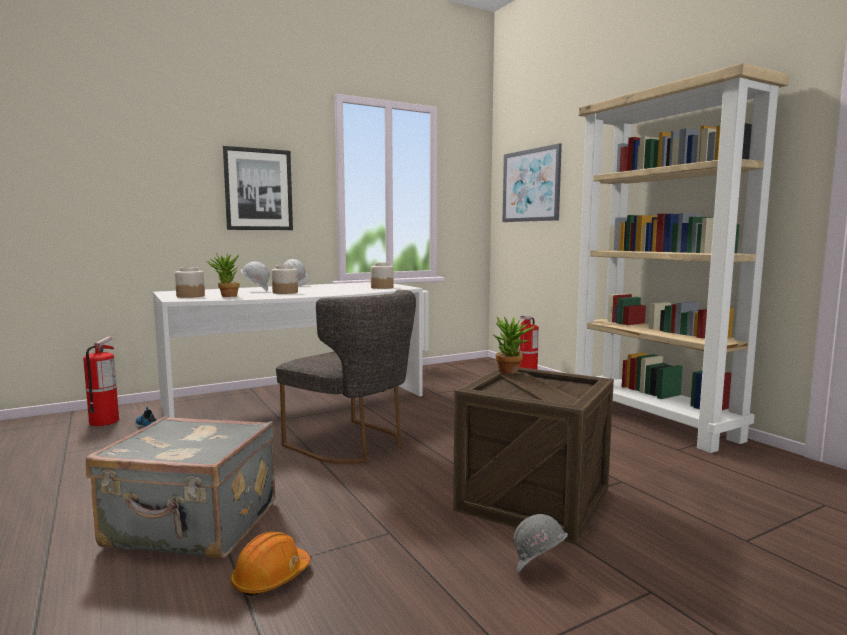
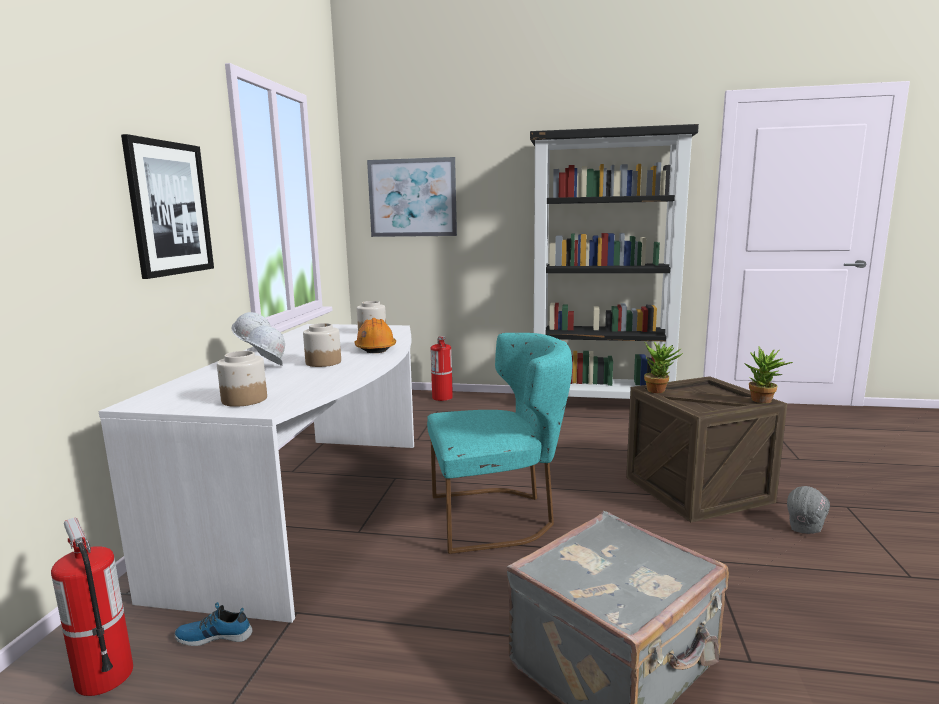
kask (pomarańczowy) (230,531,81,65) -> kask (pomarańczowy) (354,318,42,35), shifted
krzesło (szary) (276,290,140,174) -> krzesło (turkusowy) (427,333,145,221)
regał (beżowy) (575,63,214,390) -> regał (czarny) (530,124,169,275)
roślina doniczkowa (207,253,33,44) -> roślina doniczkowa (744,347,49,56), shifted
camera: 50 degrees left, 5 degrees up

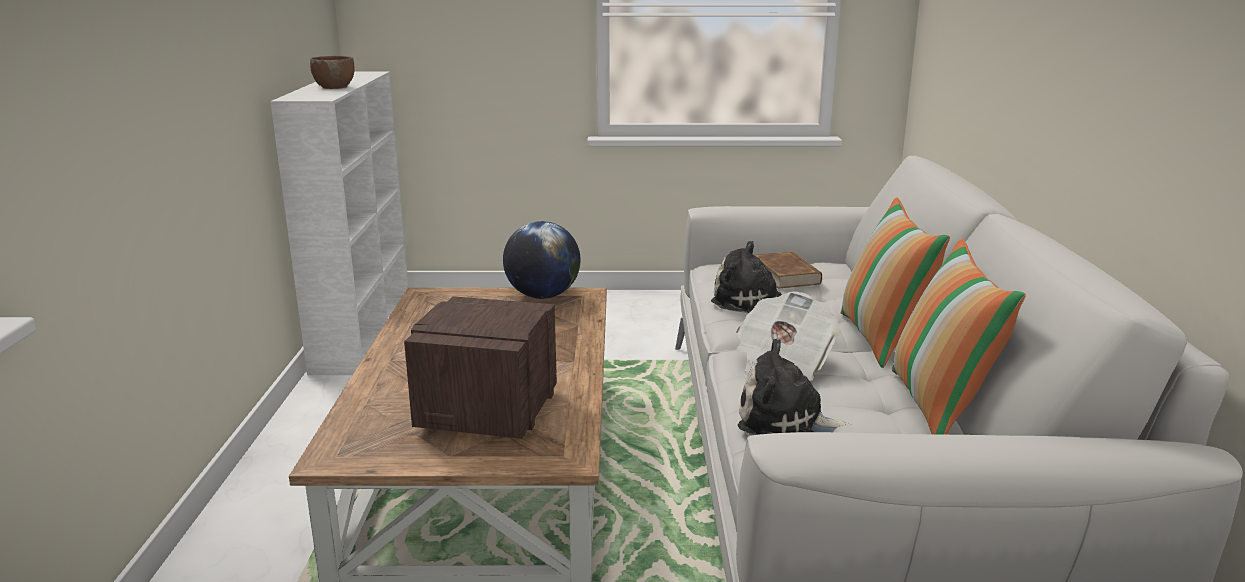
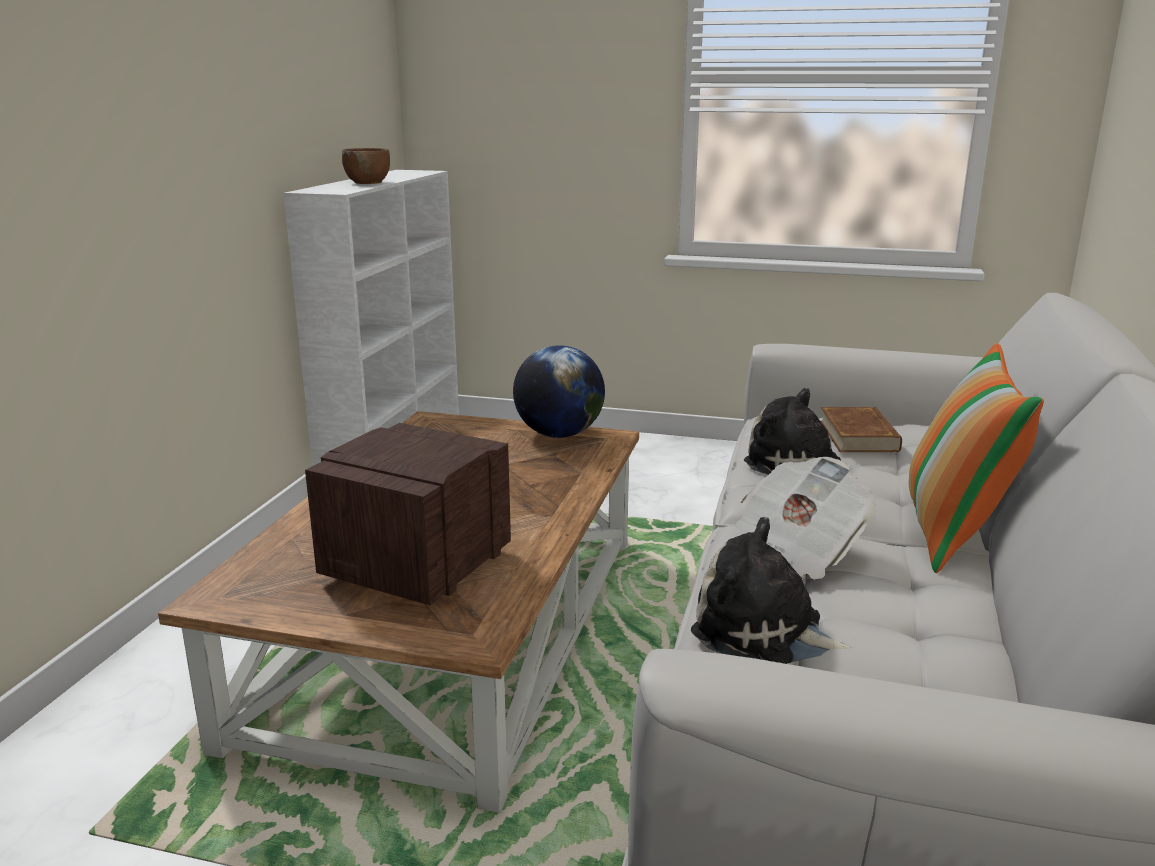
poduszka (892,238,134,197) -> none
camera: 15 degrees right, 0 degrees up

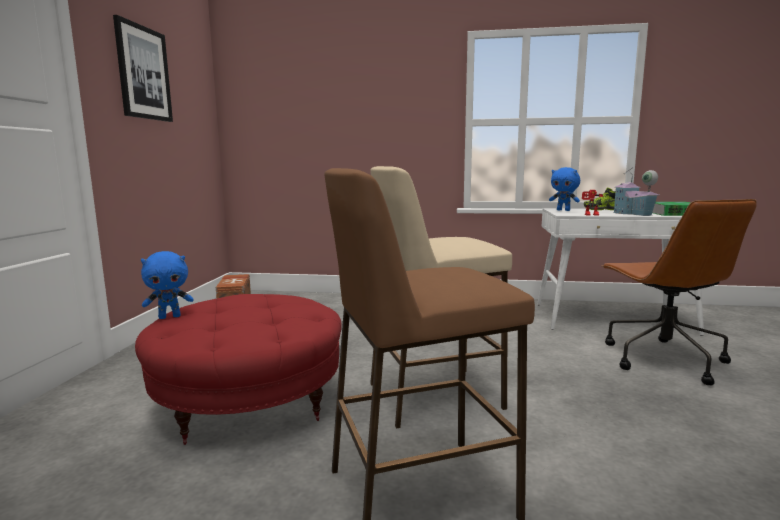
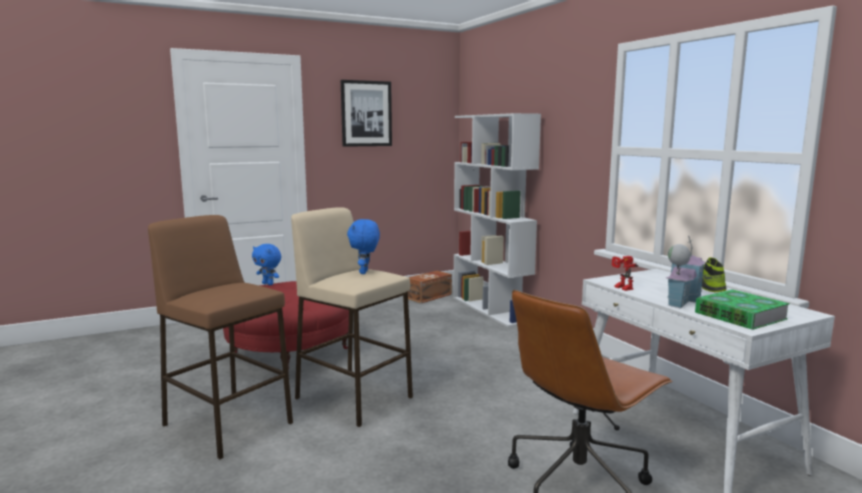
pluszak (niebieski) (549,167,31,44) -> pluszak (niebieski) (347,219,33,55), shifted
none -> regał (biały) (453,113,88,214)
camera: 55 degrees right, 0 degrees up

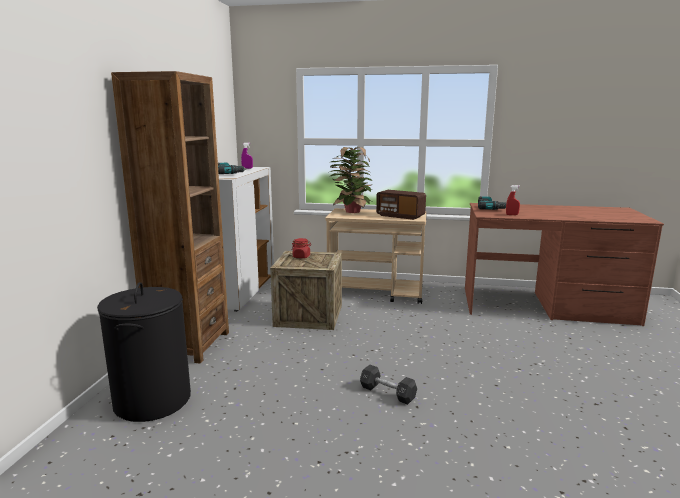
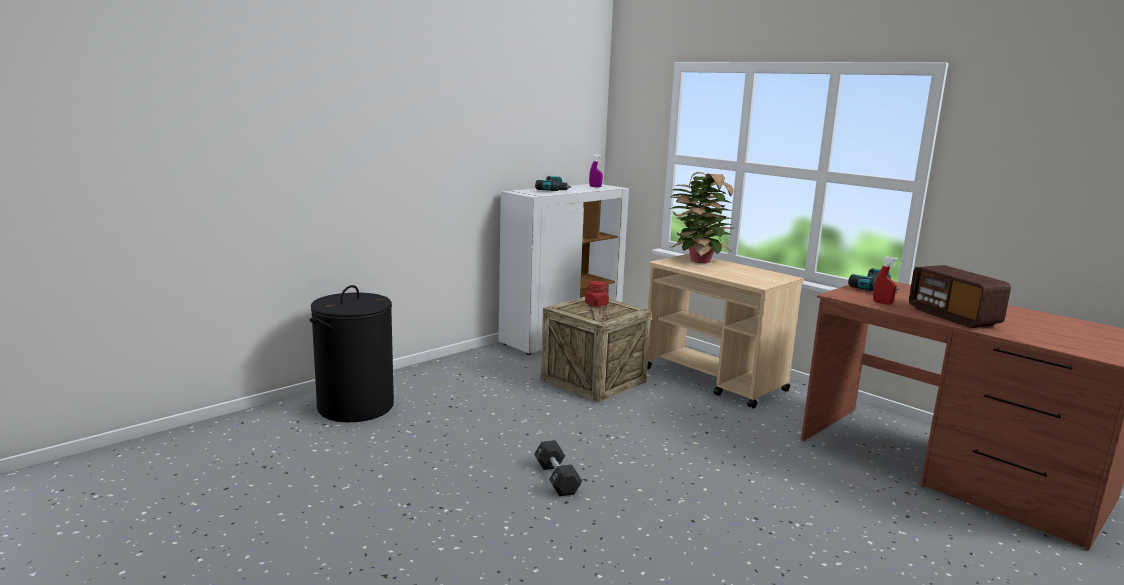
radio (376,190,50,30) -> radio (909,265,102,63), shifted
regał (brązowy) (111,71,118,293) -> none
camera: 35 degrees right, 0 degrees up

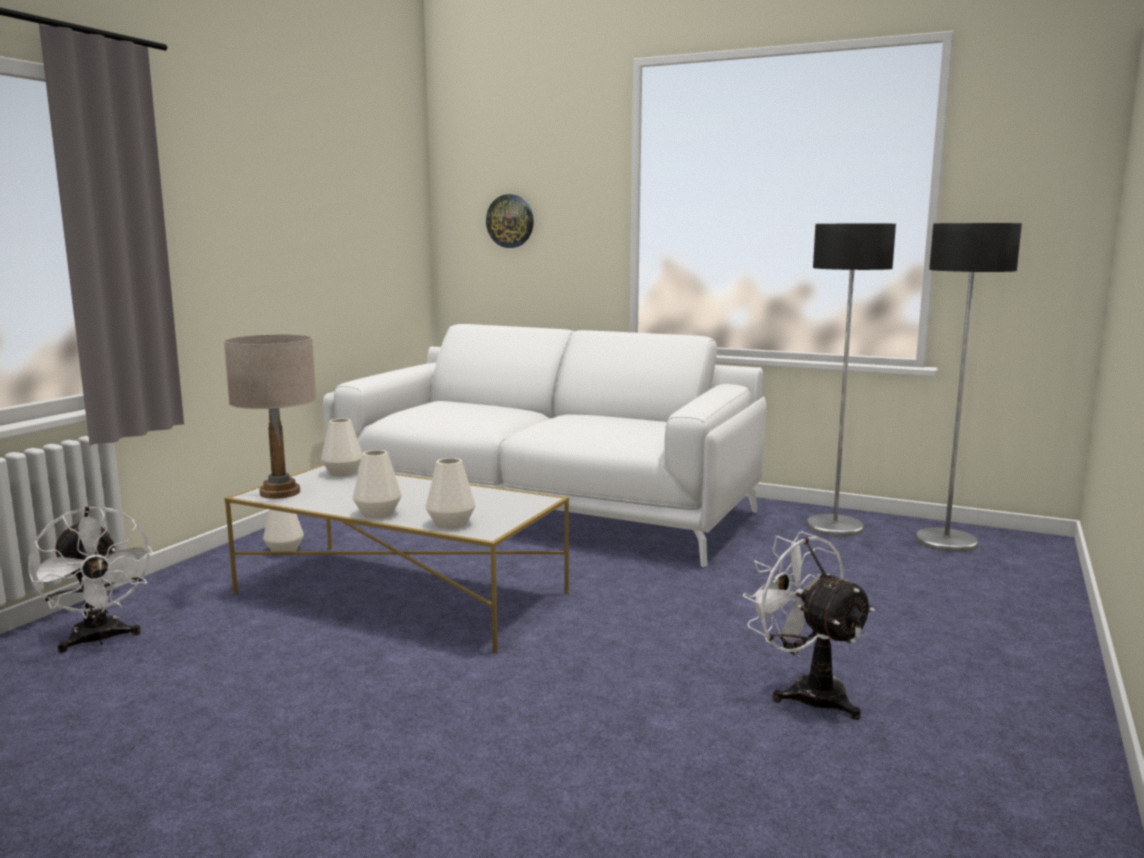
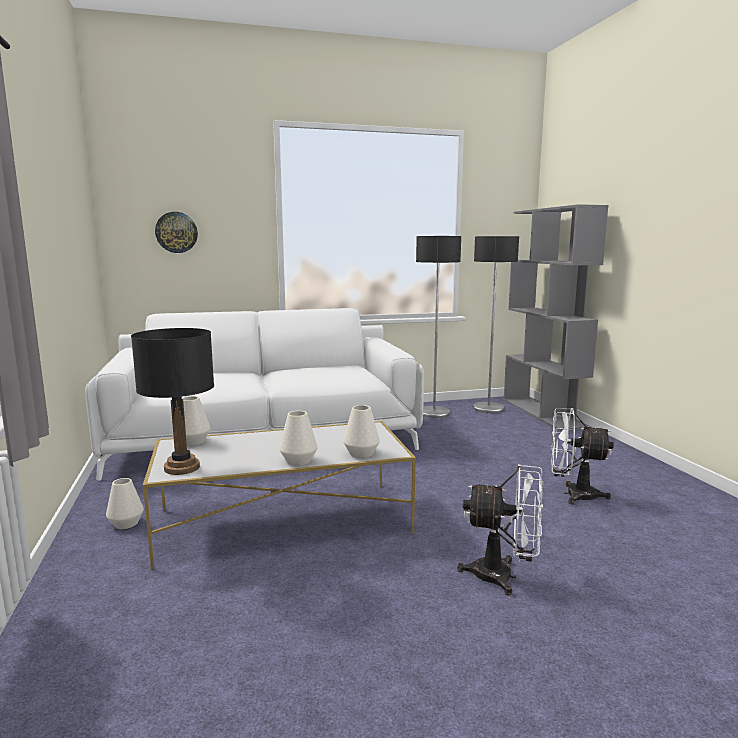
lampa stołowa (beżowy) (224,334,92,165) -> lampa stołowa (czarny) (131,328,83,147)
wentylator (biały) (28,506,125,147) -> wentylator (biały) (457,464,86,131), shifted
none -> regał (szary) (504,204,104,227)
camera: 40 degrees left, 0 degrees up

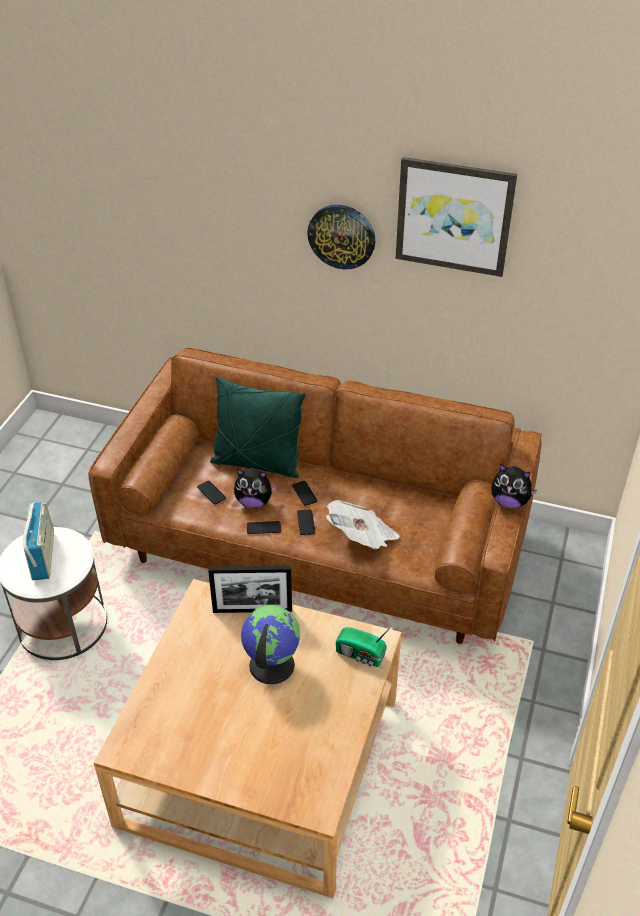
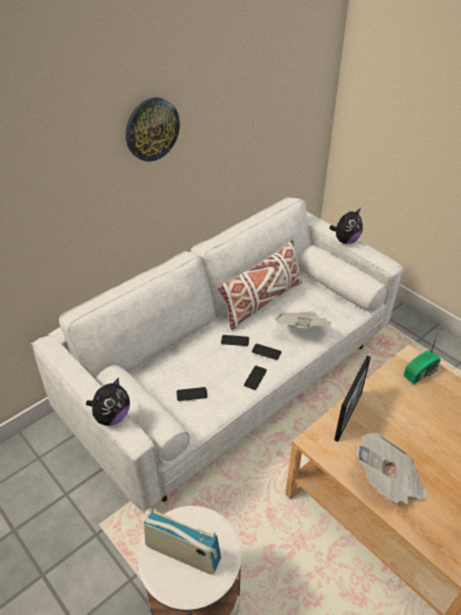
kanapa (brązowy) (88,347,454,297) -> kanapa (biały) (31,197,372,317)
pluszak (234,469,43,39) -> pluszak (86,377,44,49), shifted
none -> poduszka (biały) (217,240,85,90)
none -> gazeta (355,433,73,71)
poduszka (zielony) (210,377,96,101) -> none
globus (241,605,59,79) -> none
obraz (396,157,121,120) -> none
camera: 60 degrees left, 0 degrees up

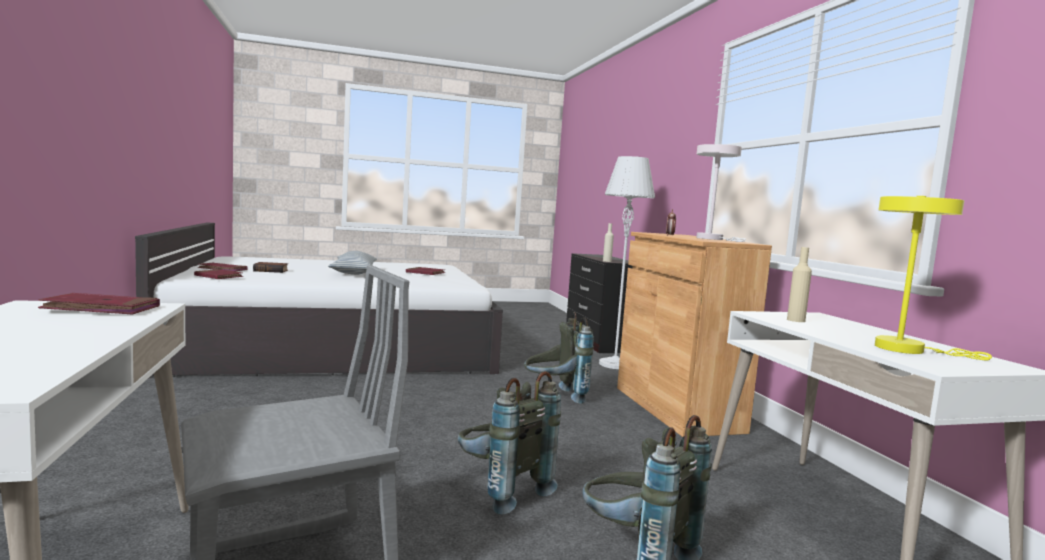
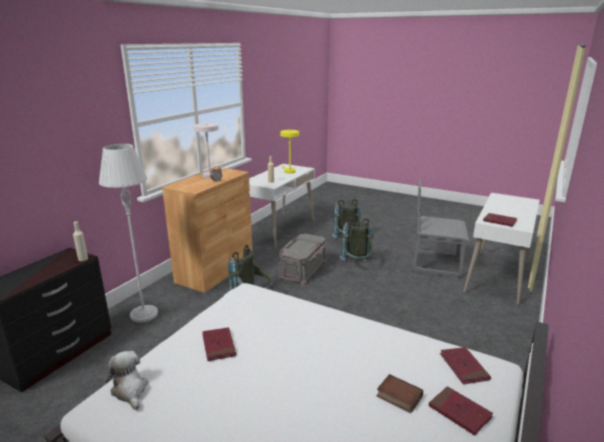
none -> pluszak (105,351,43,59)
none -> pojemnik do przechowywania (szary) (278,234,49,52)
poduszka (328,251,49,24) -> none
camera: 135 degrees left, 15 degrees up

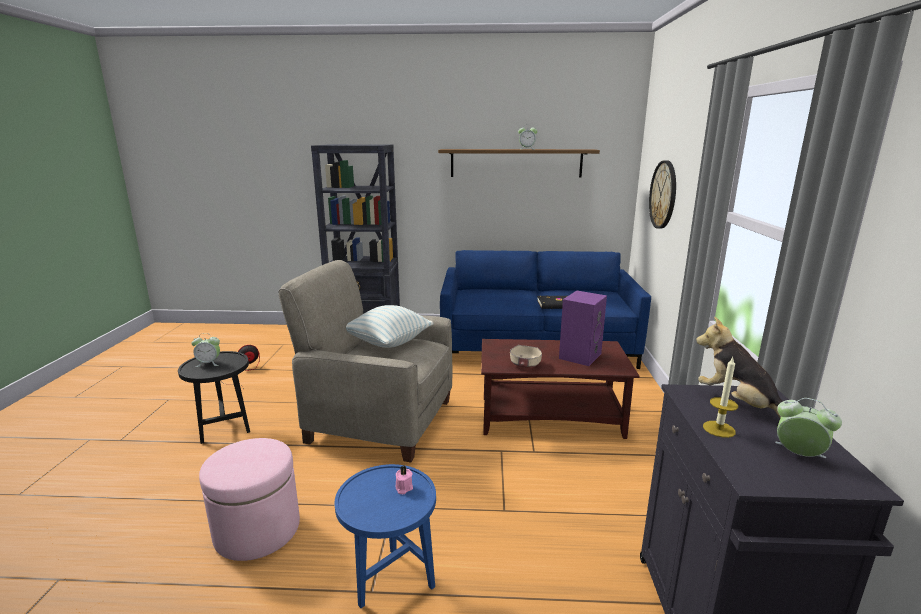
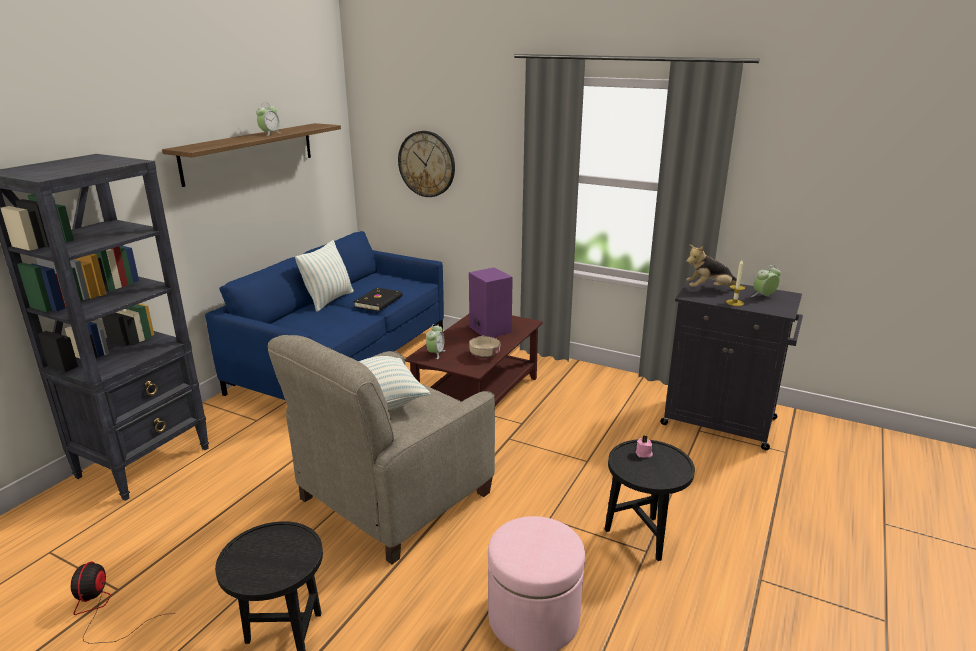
none -> poduszka (295,240,58,72)
budzik (192,333,28,34) -> budzik (426,324,19,35), shifted
stolik (niebieski) (335,464,101,144) -> stolik (czarny) (605,439,90,122)
camera: 65 degrees left, 5 degrees up

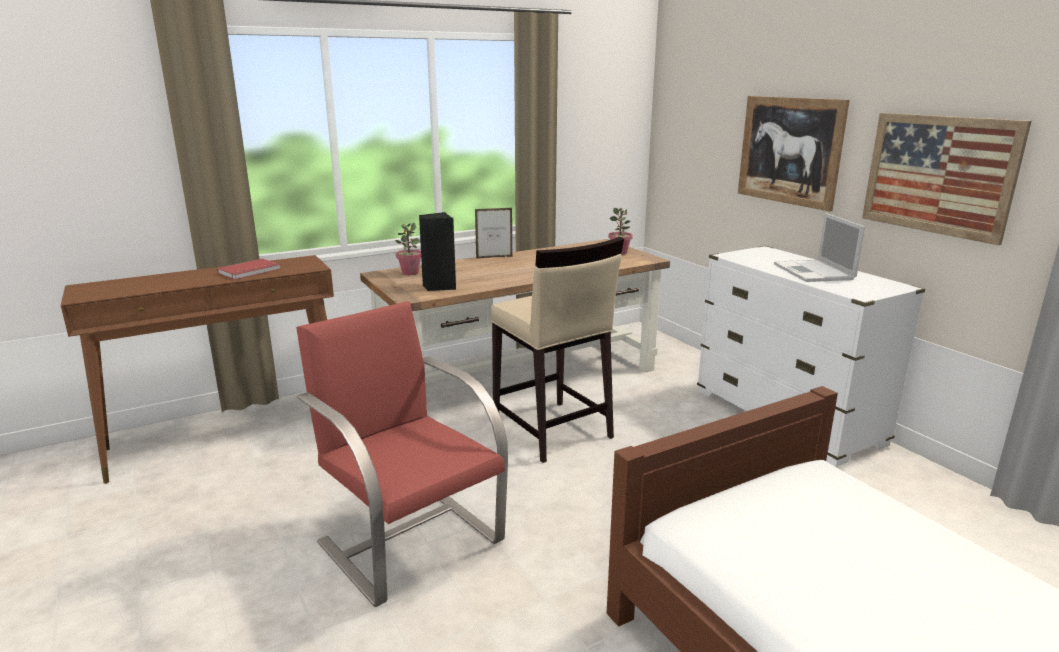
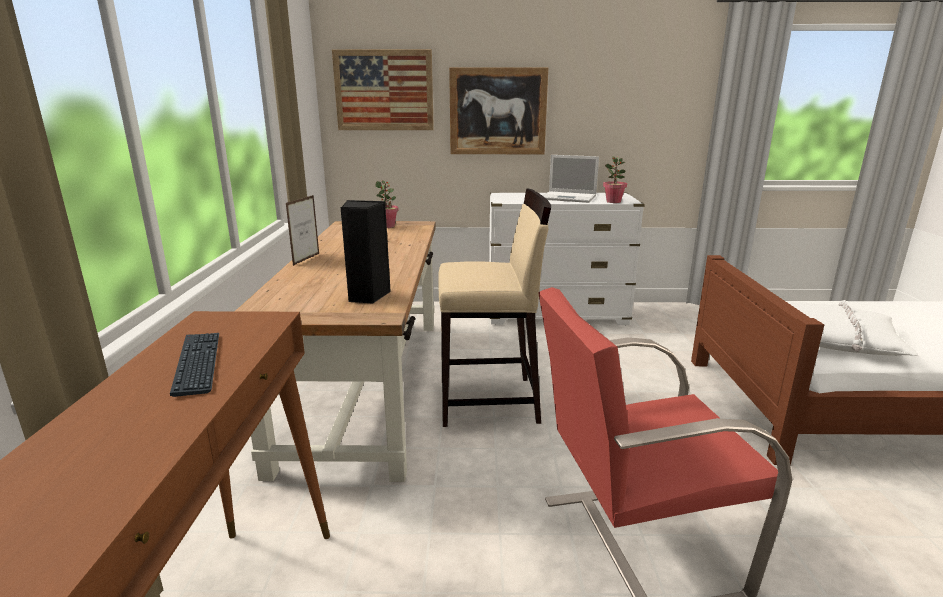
książka (czerwony) (217,259,64,21) -> klawiatura (170,333,49,64)
obraz (862,113,169,132) -> obraz (332,49,102,81), shifted
roślina doniczkowa (395,223,26,52) -> roślina doniczkowa (603,156,24,47), shifted
none -> poduszka (biały) (789,300,129,56)
camera: 60 degrees left, 0 degrees up

